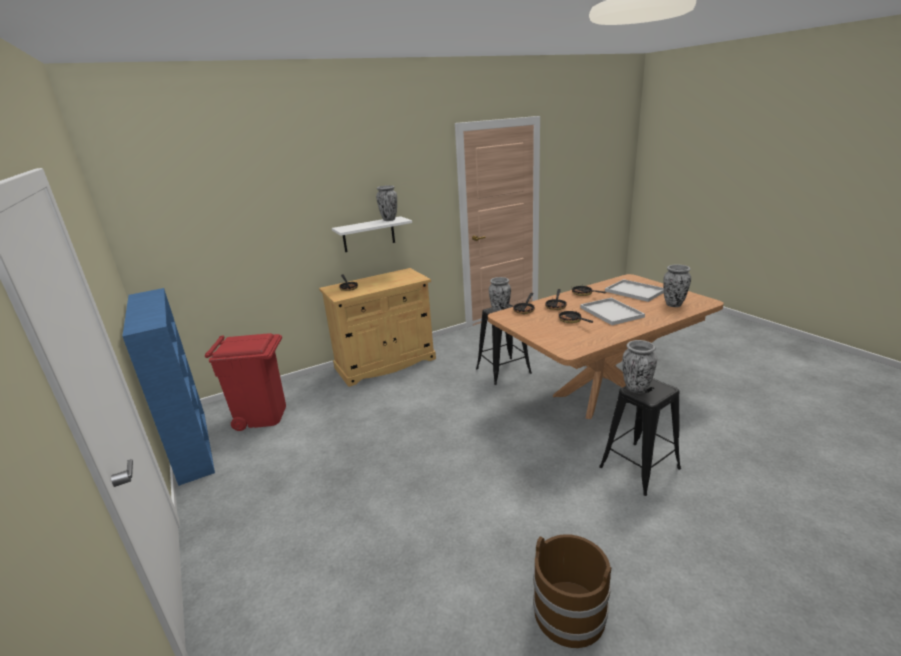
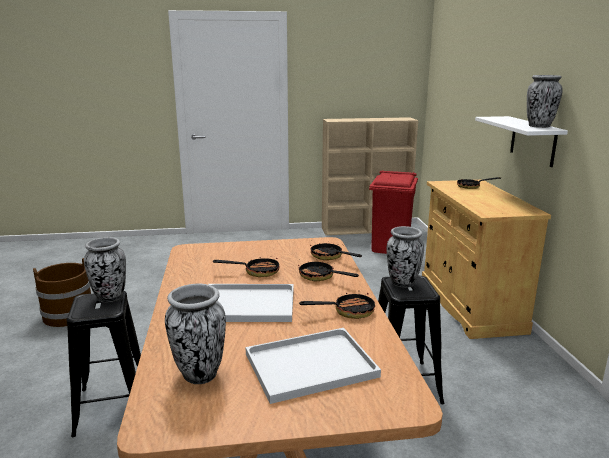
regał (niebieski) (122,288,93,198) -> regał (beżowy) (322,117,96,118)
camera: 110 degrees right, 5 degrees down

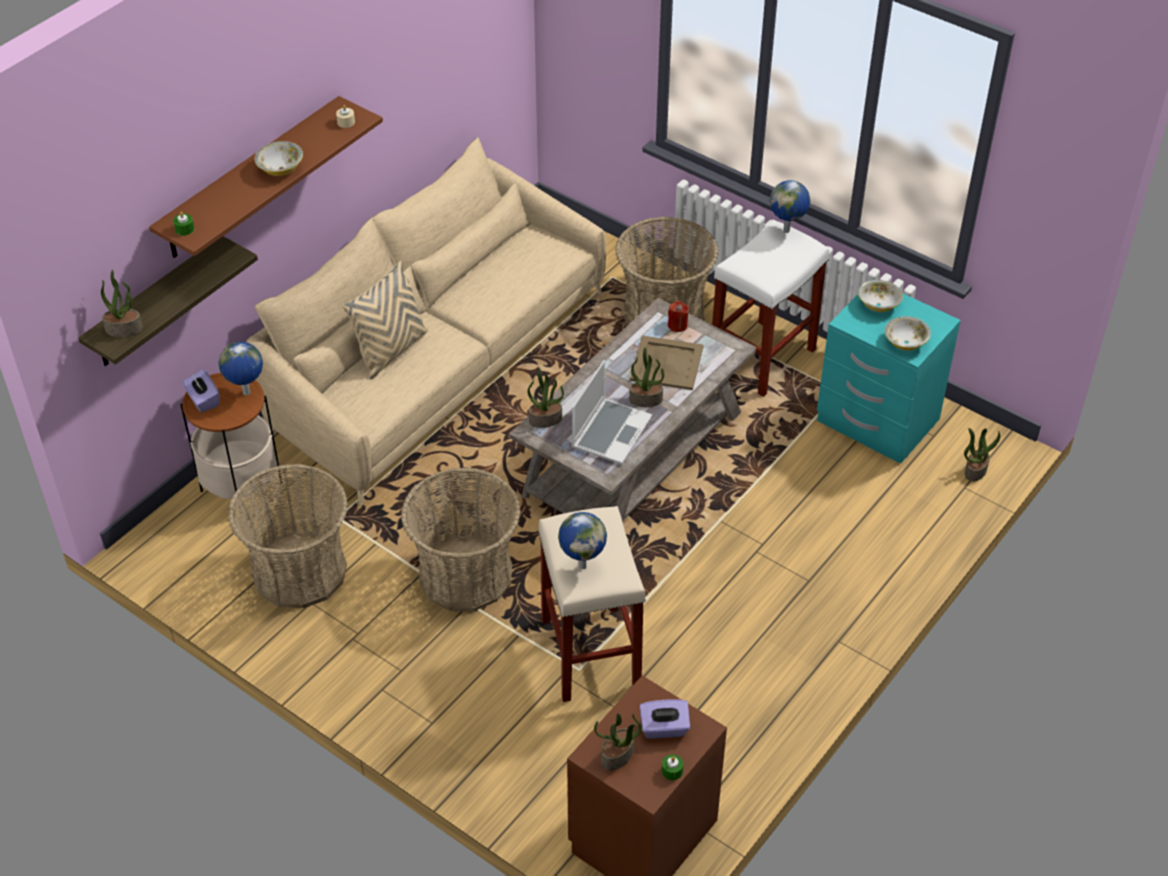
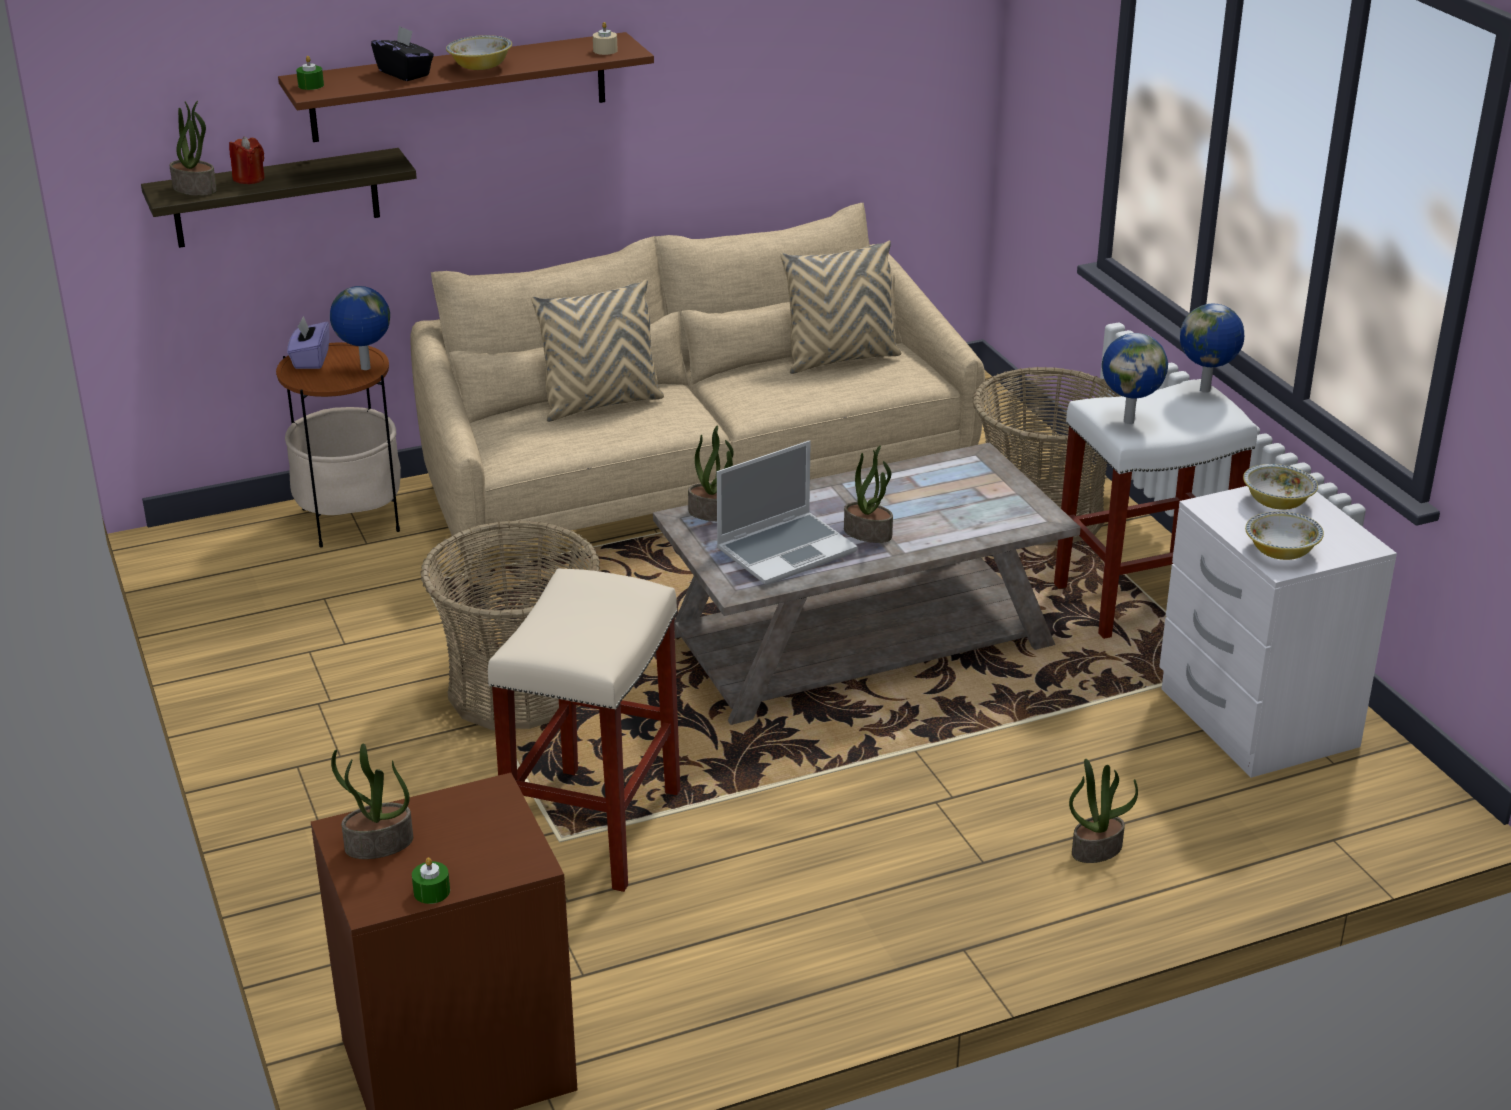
świeca (czerwony) (668,301,21,31) -> świeca (czerwony) (229,136,36,48), shifted
none -> pudełko chusteczek (czarny) (371,25,63,56)
none -> poduszka (beżowy) (780,240,121,134)
roślina doniczkowa (964,428,36,53) -> roślina doniczkowa (1069,759,69,104), shifted
globus (558,512,49,57) -> globus (1102,333,66,91), shifted
szafka nocna (turkusowy) (817,279,144,185) -> szafka nocna (biały) (1159,486,238,292)
koszyk (228,464,120,144) -> none
taca (beżowy) (630,335,74,55) -> none
pudełko chusteczek (fioletowy) (639,699,51,40) -> none
camera: 30 degrees right, 15 degrees down

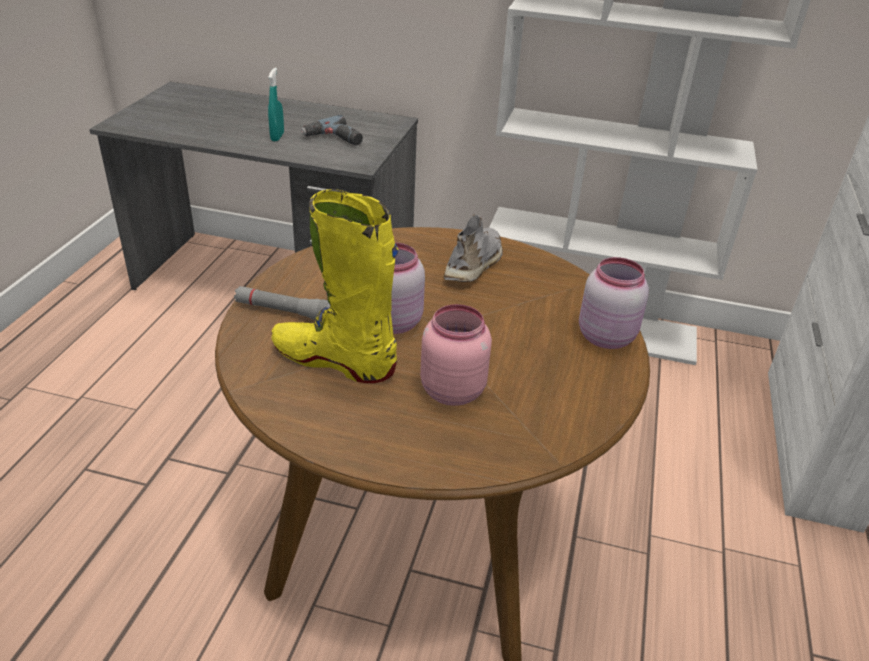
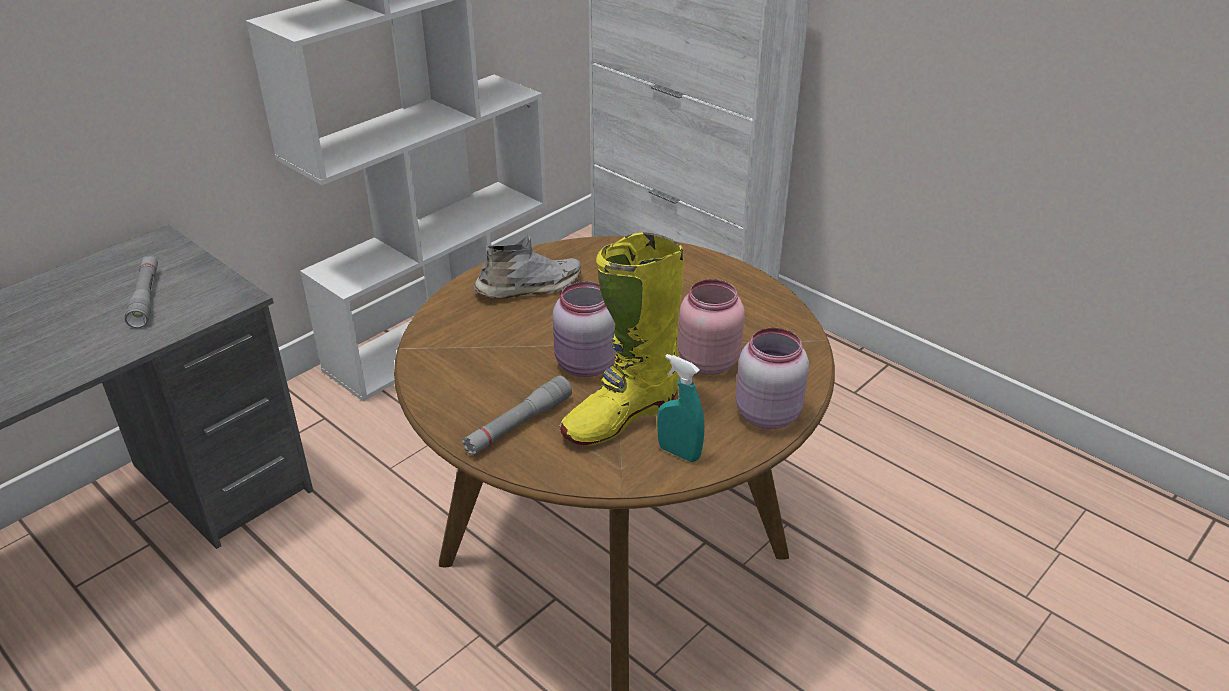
wiertarka (301,115,62,31) -> latarka (szary) (125,256,33,72)
but (szary) (443,215,60,67) -> but (szary) (473,235,108,63), 105 degrees clockwise
spryskiwacz (turkusowy) (268,68,16,73) -> spryskiwacz (turkusowy) (657,354,47,108), shifted
słoik (różowy) (579,257,70,92) -> słoik (różowy) (735,328,74,101), shifted
camera: 60 degrees left, 0 degrees up

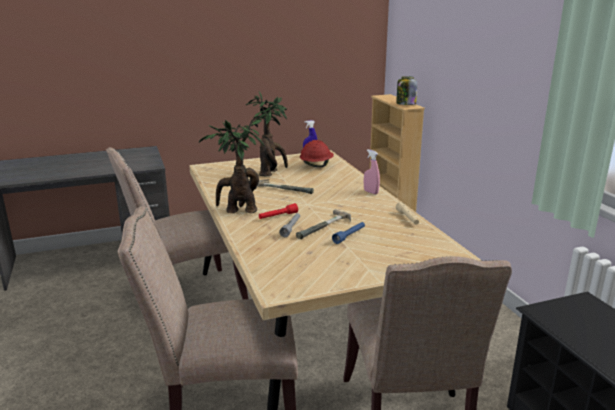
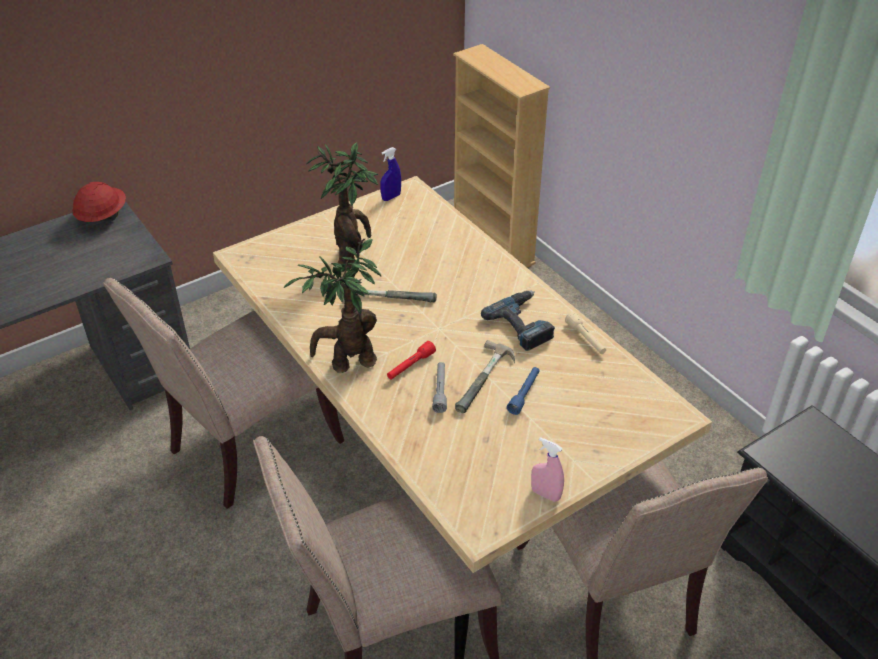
kask (czerwony) (300,140,34,27) -> kask (czerwony) (72,182,54,40), shifted
none -> wiertarka (481,291,74,60)
spryskiwacz (różowy) (364,149,16,45) -> spryskiwacz (różowy) (531,437,33,65), shifted
słoik (396,76,21,29) -> none
camera: 15 degrees left, 20 degrees up

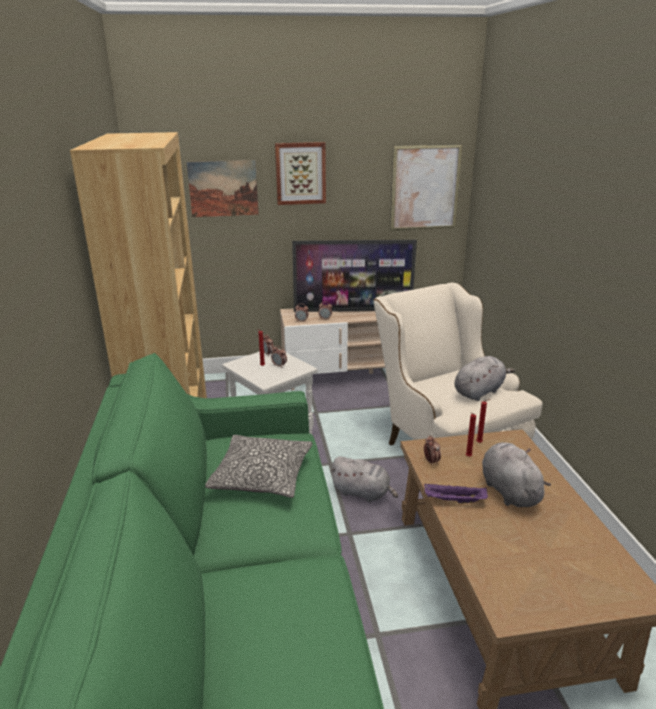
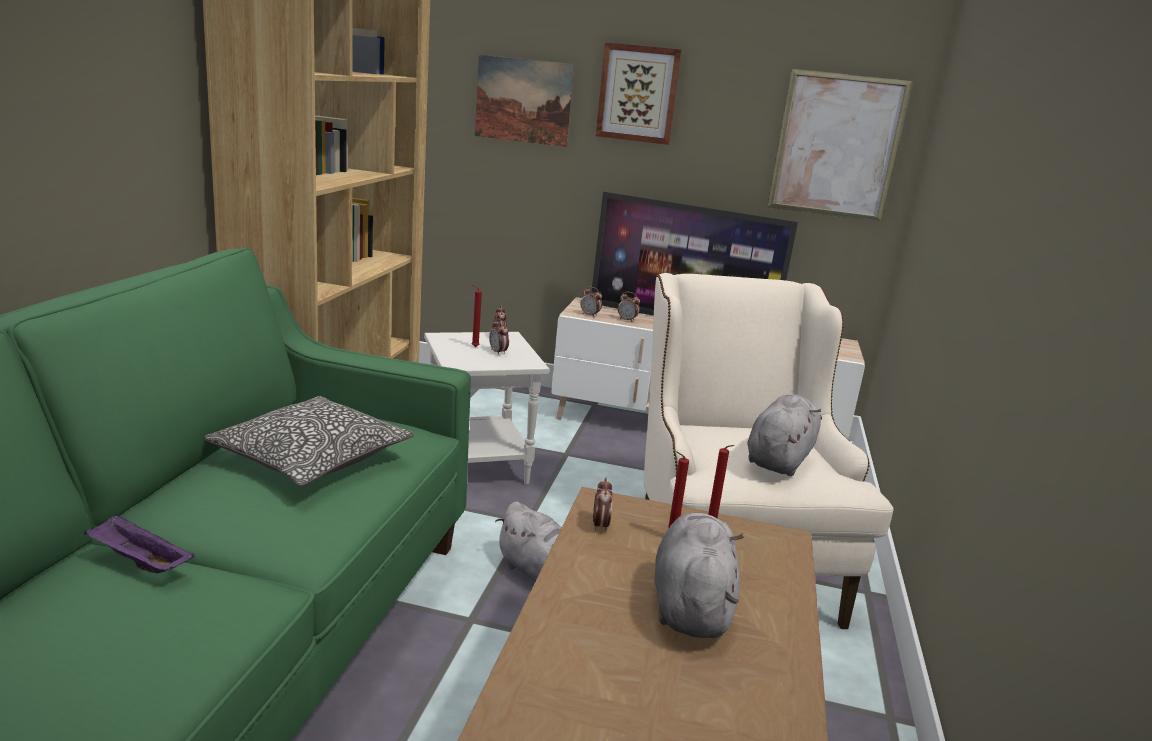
taca (fioletowy) (424,484,64,20) -> taca (fioletowy) (84,514,111,59), shifted
pluszak (szary) (455,356,60,45) -> pluszak (szary) (747,394,75,82), 45 degrees counterclockwise
camera: 20 degrees right, 5 degrees down

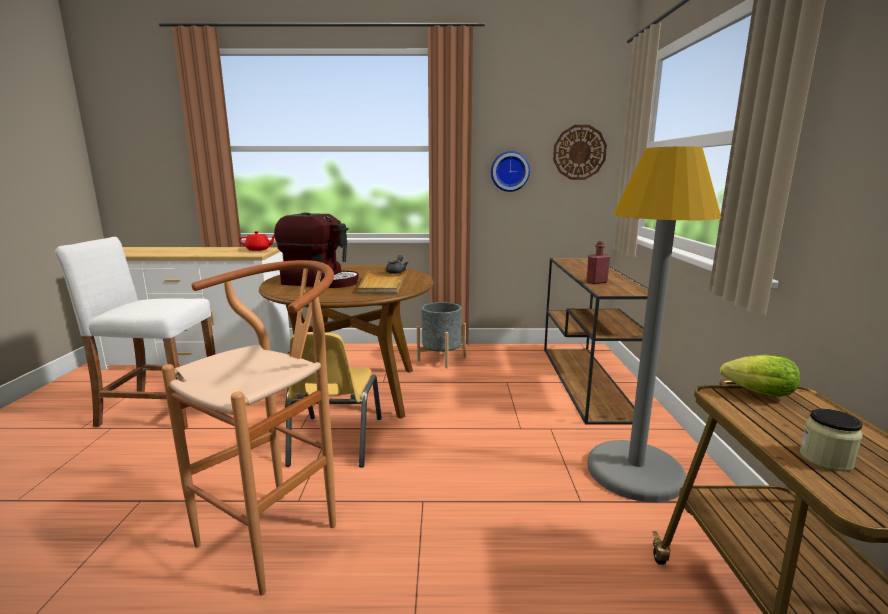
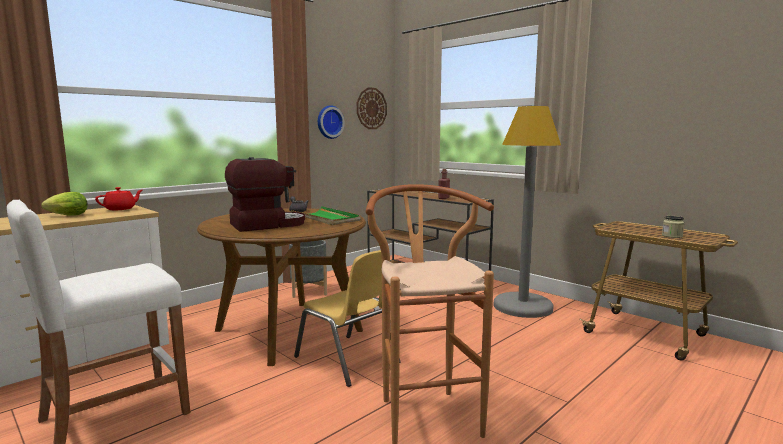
sałata (720,355,80,42) -> sałata (41,192,47,24), shifted
taca (beżowy) (357,270,51,24) -> taca (zielony) (291,206,70,19)
camera: 45 degrees left, 5 degrees down

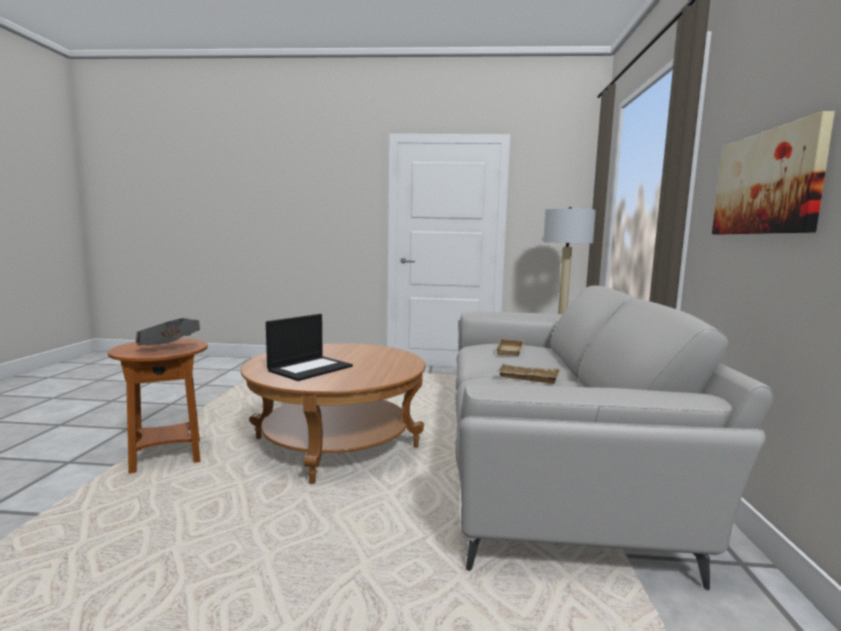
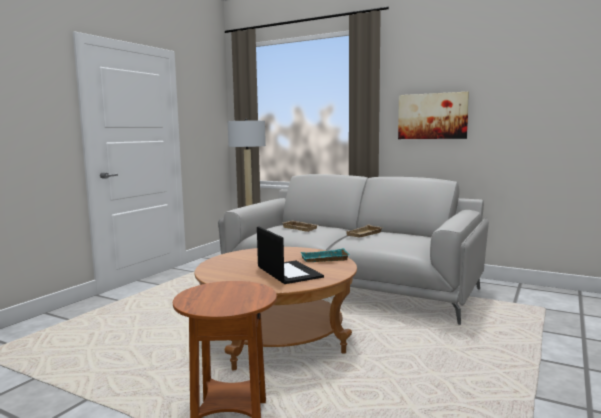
none -> taca (turkusowy) (301,248,49,14)
gazeta (135,318,65,28) -> none
camera: 65 degrees left, 0 degrees up

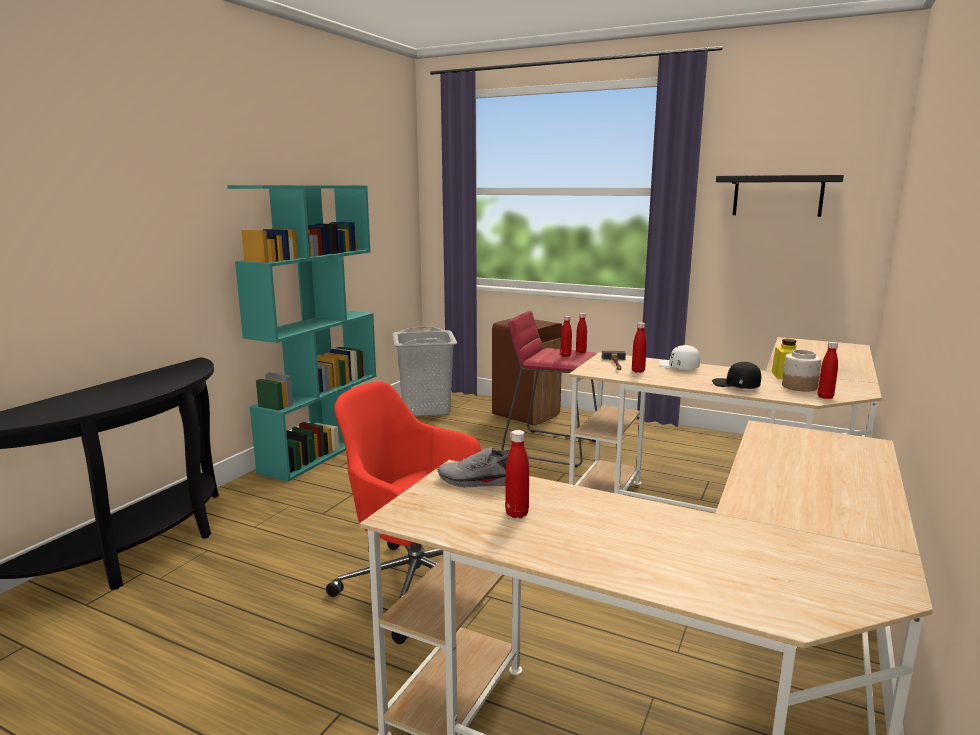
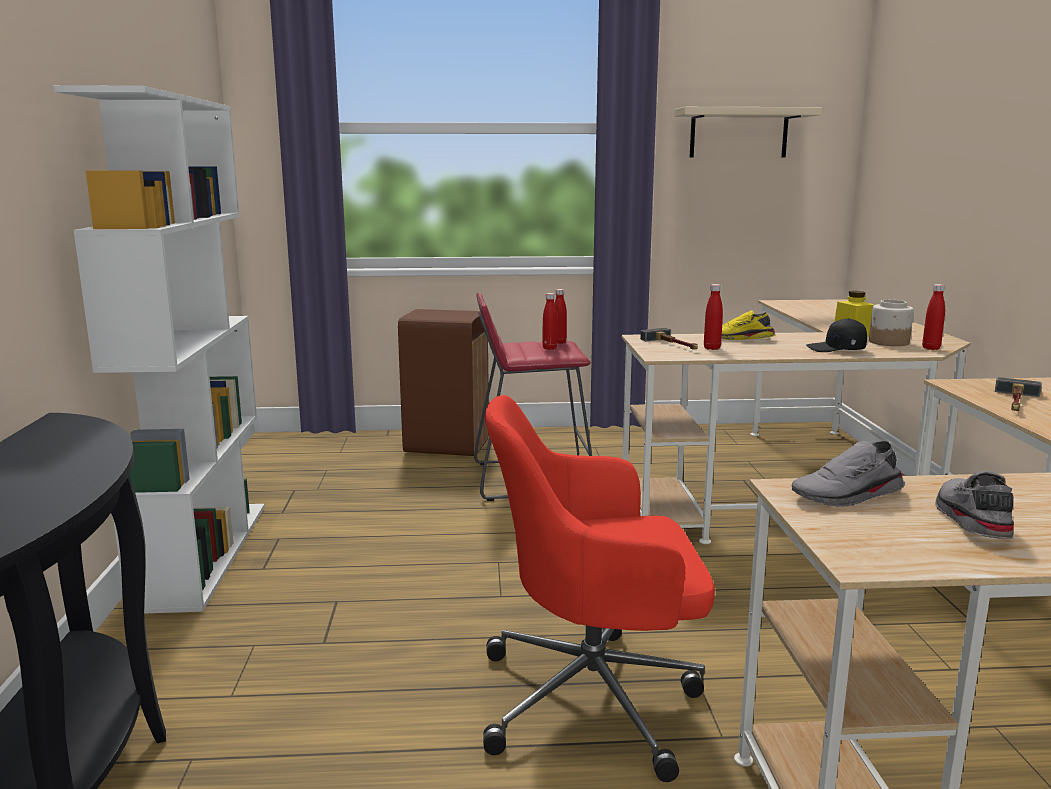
regał (turkusowy) (227,185,149,297) -> regał (biały) (54,85,211,528)
półka (czarny) (716,175,128,42) -> półka (beżowy) (675,107,147,50)
czapka z daszkiem (biały) (659,345,41,24) -> but (żółty) (722,310,53,30)
butelka (czerwony) (505,430,24,88) -> but (szary) (935,471,79,68)
none -> młotek (995,377,47,34)
kosz na pranie (szary) (393,326,64,90) -> none
camera: 30 degrees left, 0 degrees up

